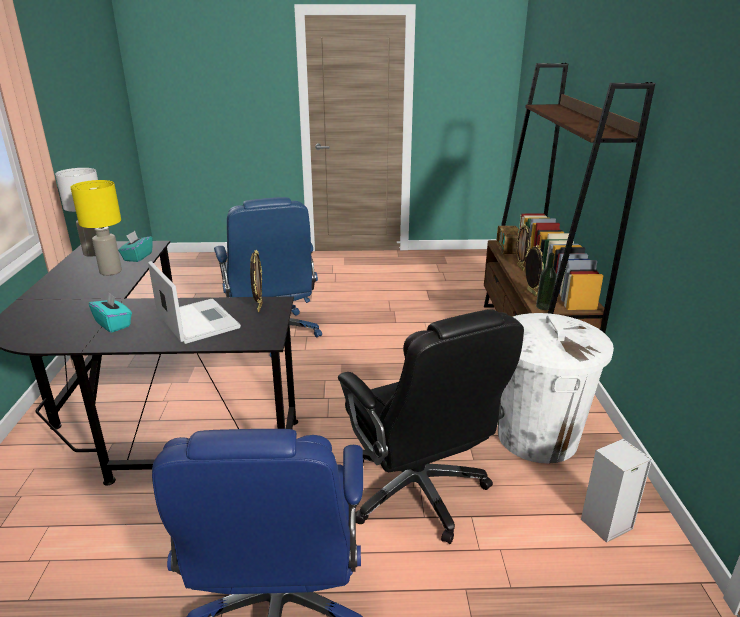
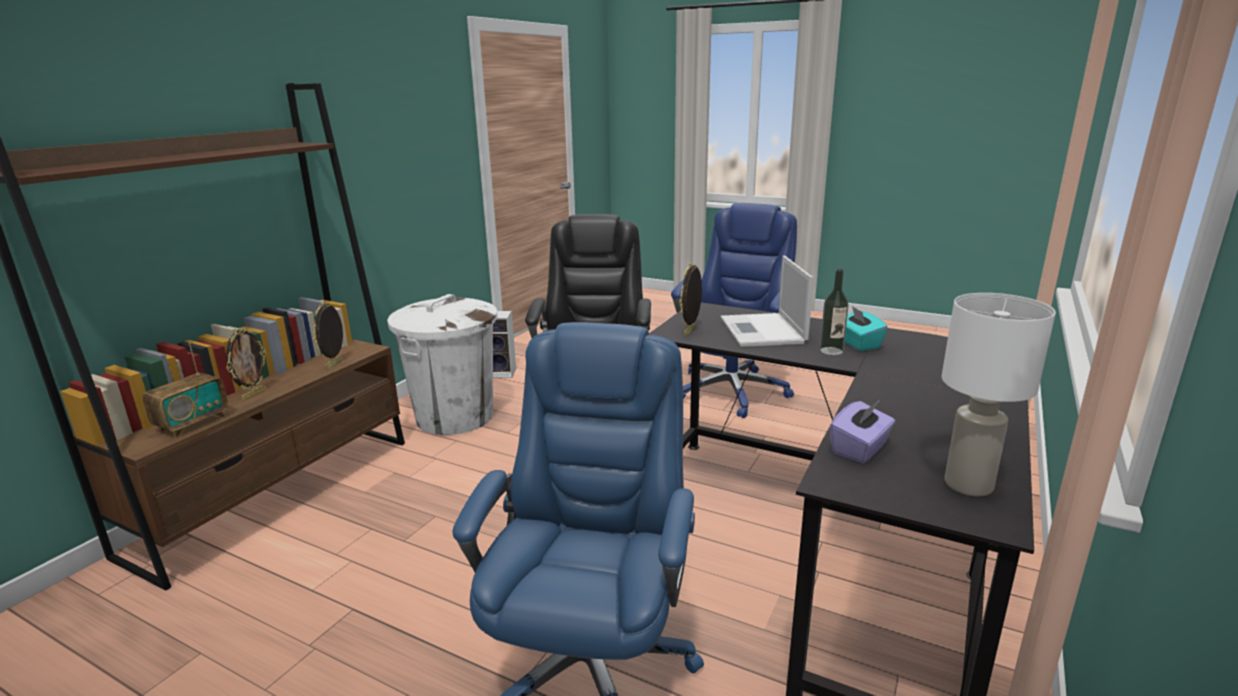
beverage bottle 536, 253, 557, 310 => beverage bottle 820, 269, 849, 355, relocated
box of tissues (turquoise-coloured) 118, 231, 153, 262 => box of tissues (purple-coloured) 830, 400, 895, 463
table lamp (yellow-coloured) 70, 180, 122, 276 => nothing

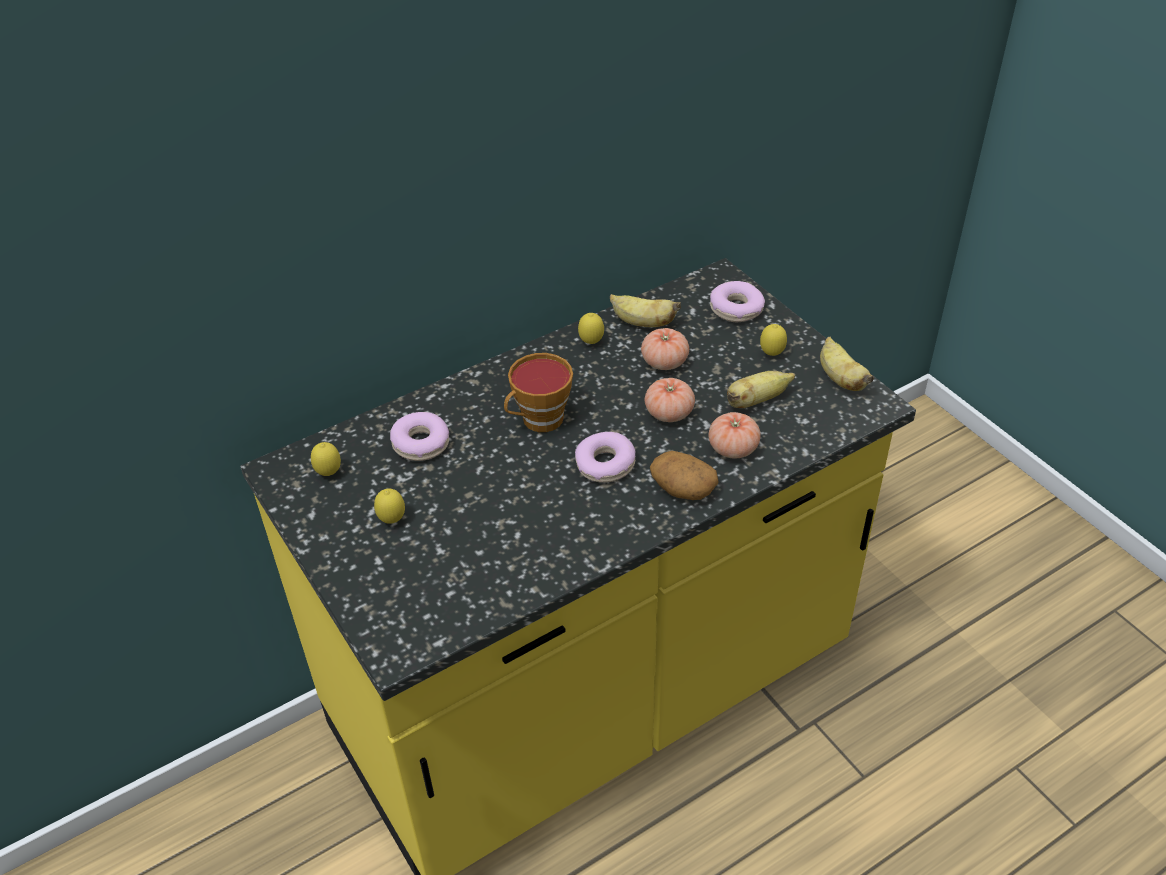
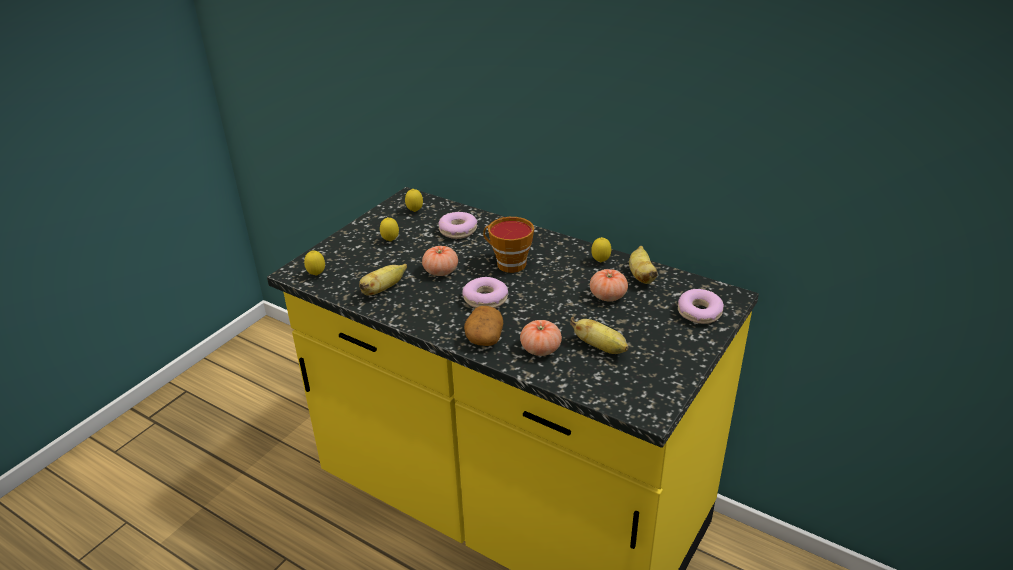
lemon 760, 324, 787, 356 => lemon 304, 250, 325, 276, relocated
banana 820, 337, 874, 391 => banana 359, 264, 407, 296, relocated
fresh tomato 645, 378, 695, 422 => fresh tomato 422, 246, 458, 276, relocated

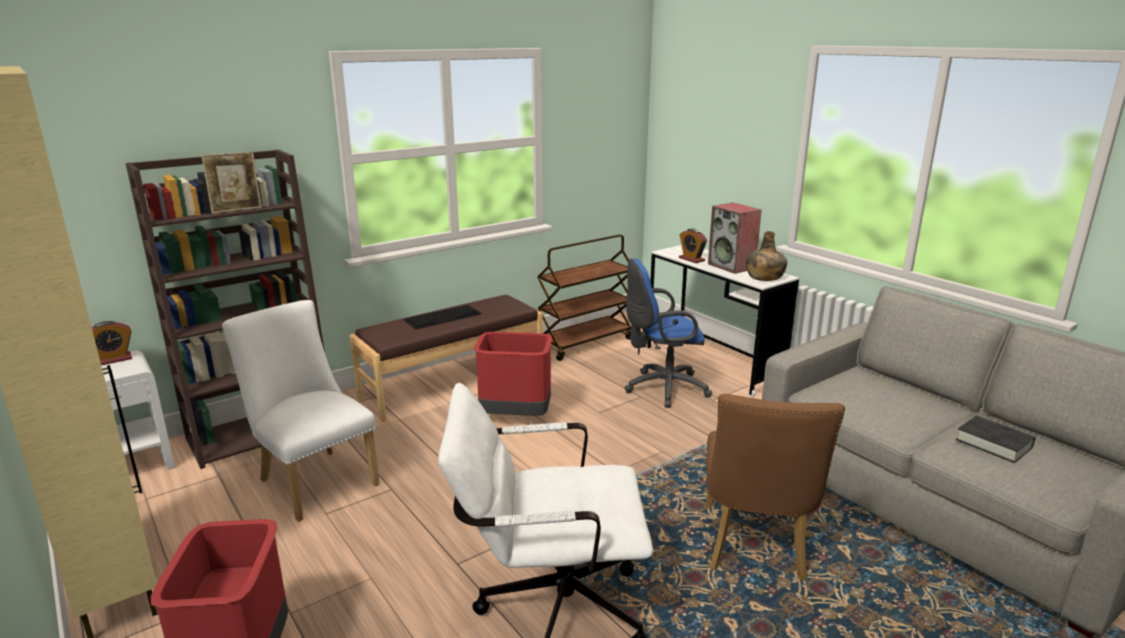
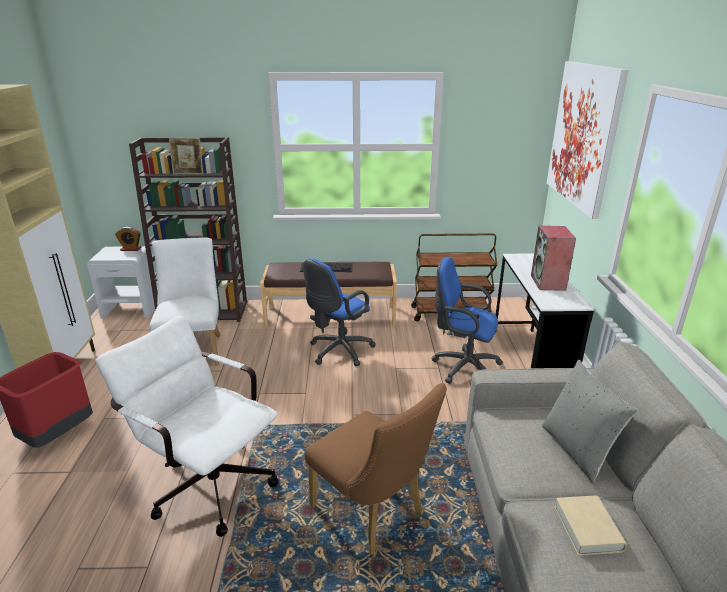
trash can (red-coloured) 474, 332, 552, 416 => desk chair (blue-coloured) 303, 258, 376, 366
upright chair (brownish) 706, 394, 845, 581 => upright chair (brownish) 305, 383, 447, 555, 90 degrees counterclockwise
nothing => cushion (greyish) 542, 360, 638, 483
nothing => picture 547, 61, 629, 219
volume (blackish) 956, 416, 1035, 463 => volume (beige-coloured) 554, 495, 627, 556
table clock 679, 228, 707, 263 => nothing
beverage bottle (greenish) 746, 231, 787, 281 => nothing

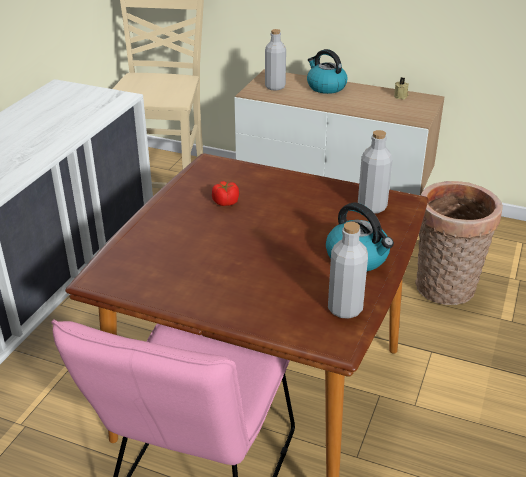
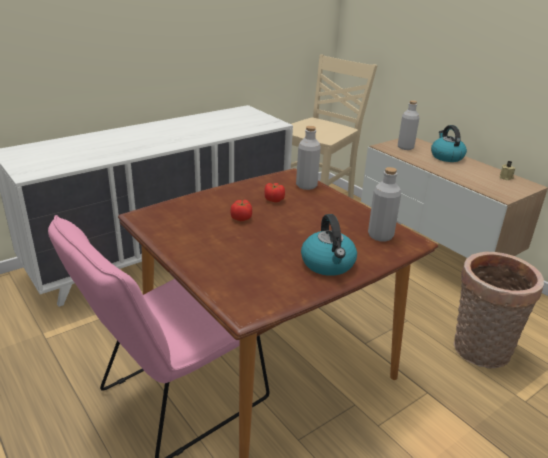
nothing => fresh tomato 230, 200, 252, 221
beverage bottle (greyish) 328, 222, 368, 319 => beverage bottle (greyish) 296, 126, 321, 190, relocated

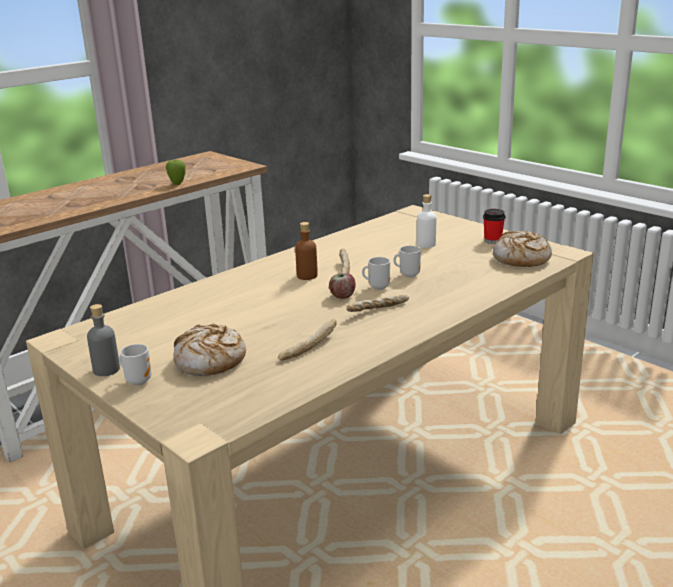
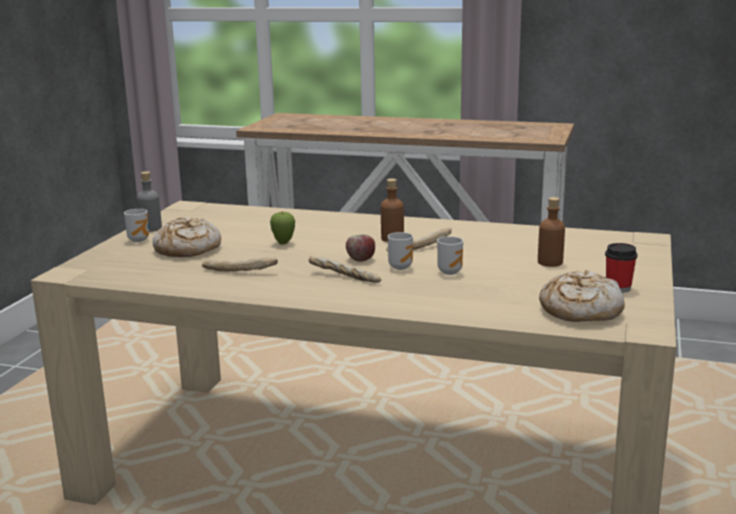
whole apple 166, 159, 186, 185 => whole apple 270, 212, 295, 245, relocated
beverage bottle (white-coloured) 417, 194, 437, 248 => beverage bottle (brownish) 538, 197, 565, 267

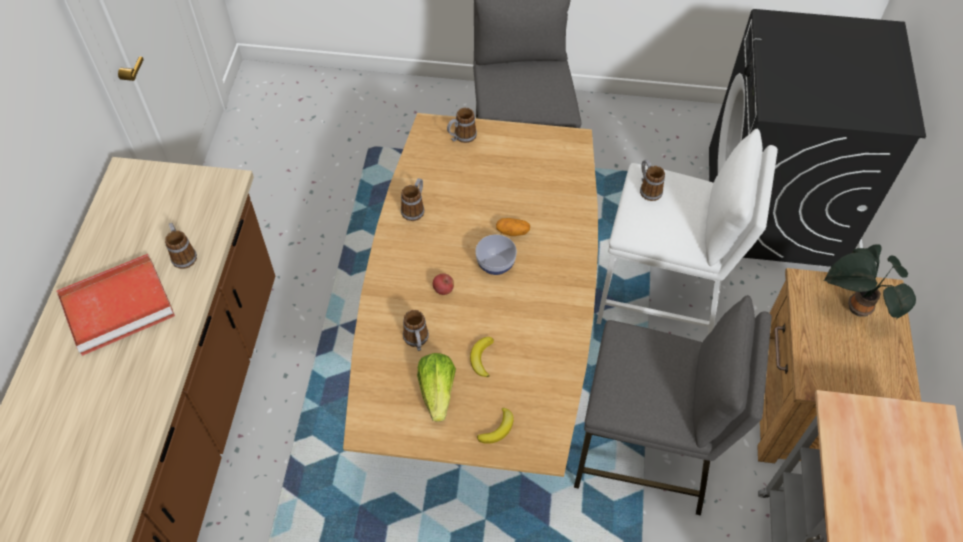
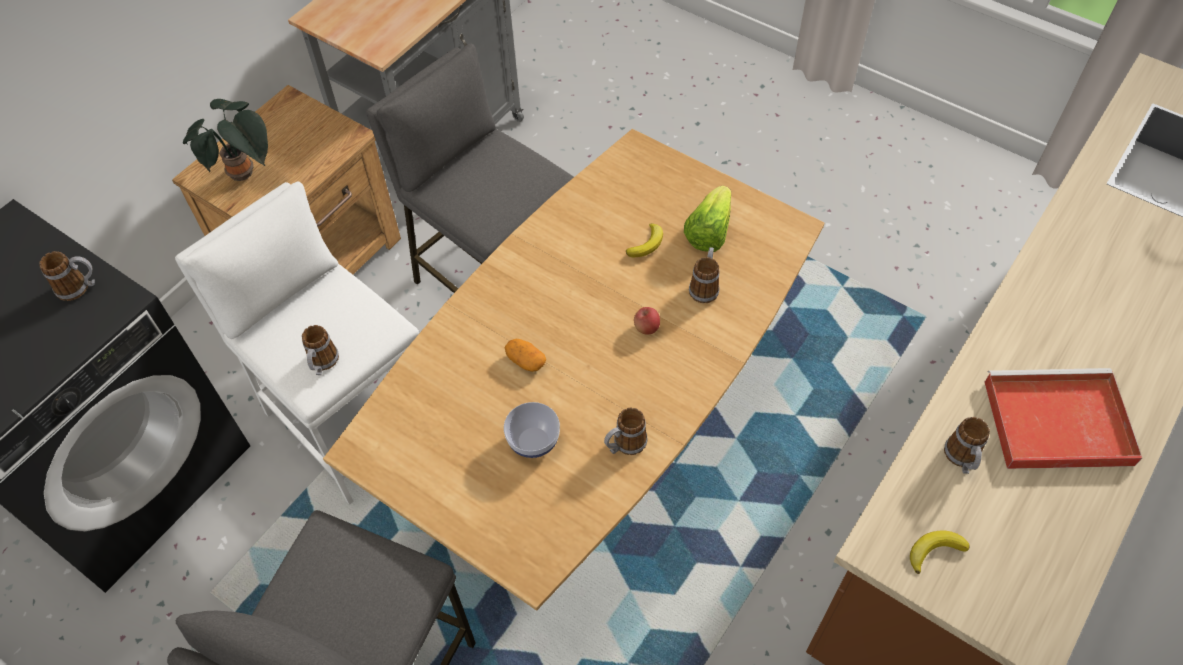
mug 447, 108, 477, 143 => mug 39, 251, 95, 301, relocated
bowl 475, 235, 517, 275 => bowl 504, 402, 560, 458, relocated
banana 477, 408, 514, 444 => banana 910, 531, 970, 574, relocated

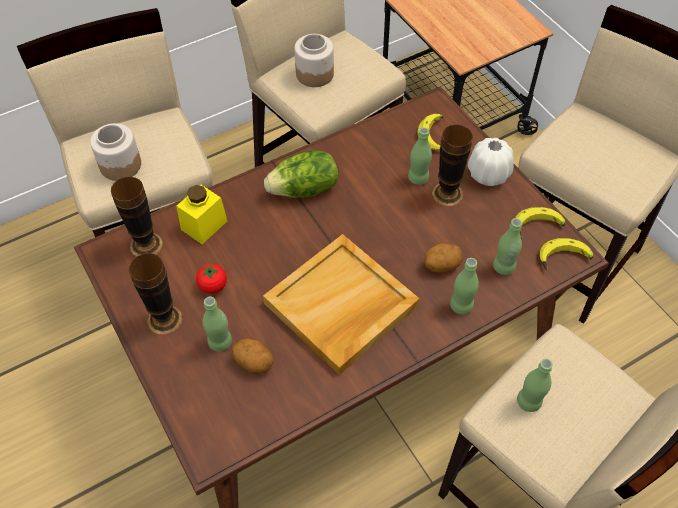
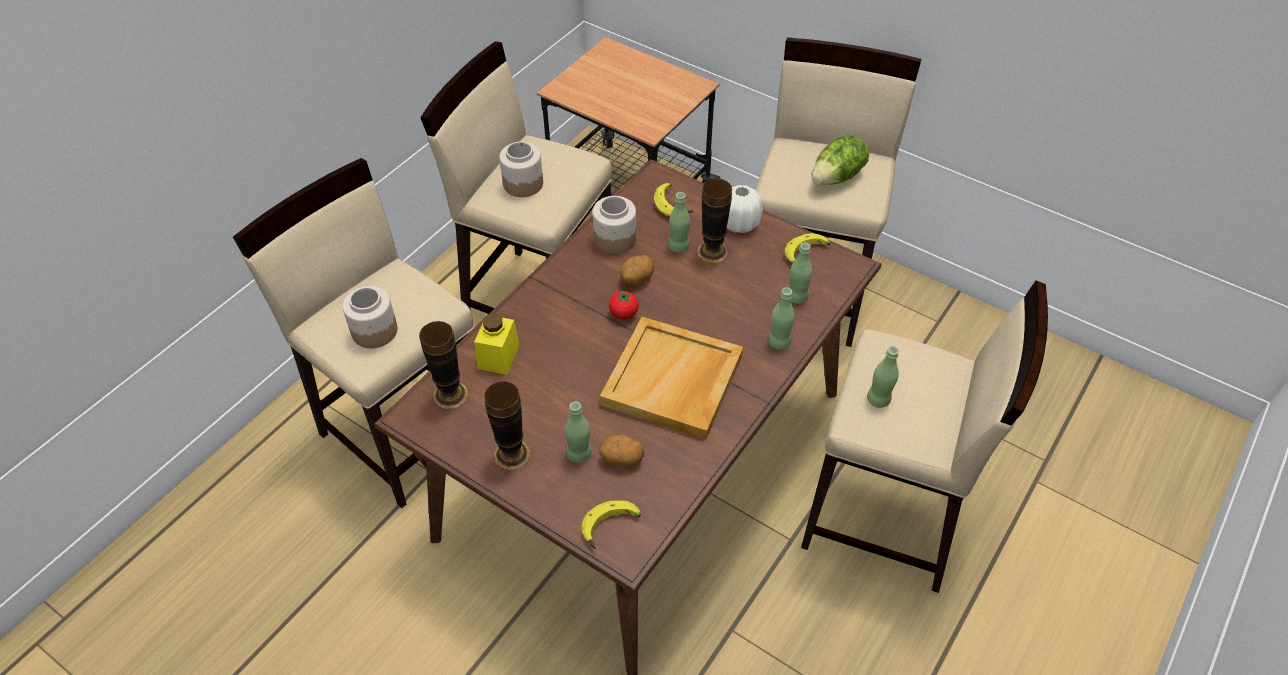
banana 539, 238, 593, 271 => banana 582, 500, 641, 550, relocated
nothing => preserve jar 593, 196, 636, 254
fresh tomato 196, 263, 227, 294 => fresh tomato 609, 289, 639, 320, relocated
whole potato 423, 243, 463, 273 => whole potato 620, 255, 654, 285, relocated
lettuce 264, 150, 338, 198 => lettuce 811, 136, 869, 186, relocated

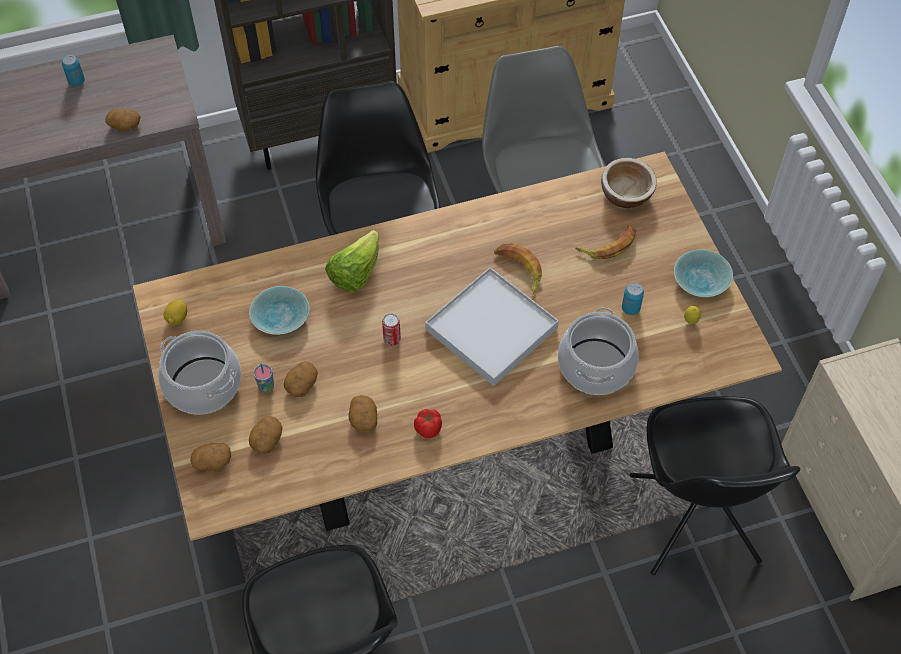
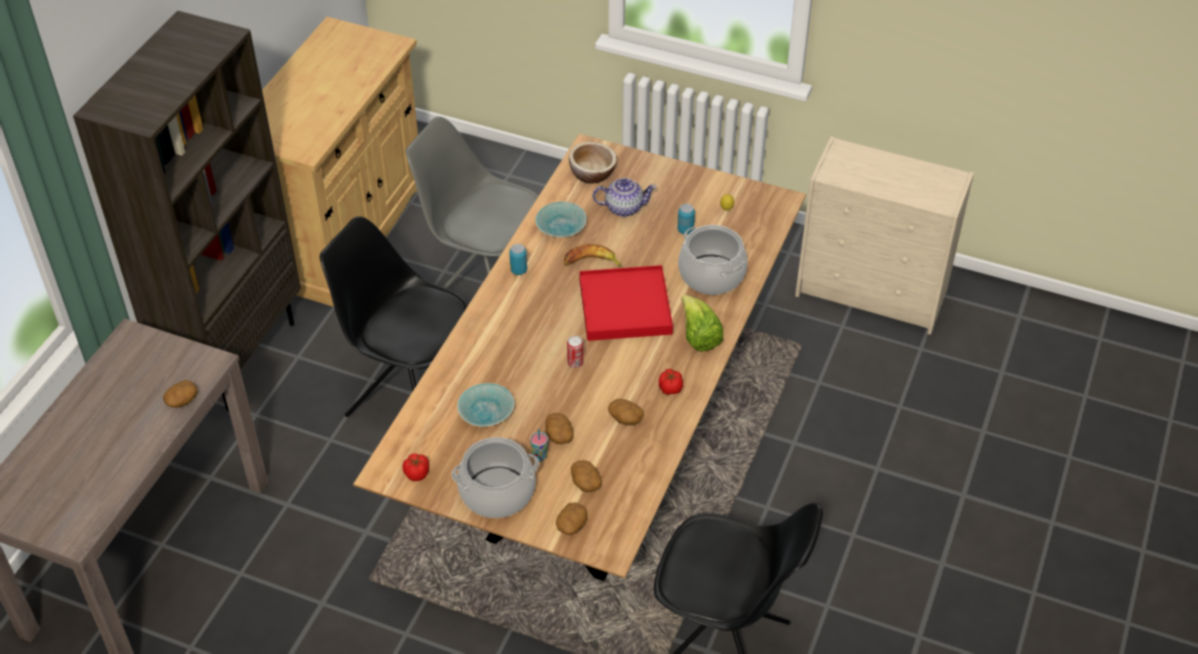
lemon 164, 299, 187, 325 => fresh tomato 403, 453, 429, 481
metal can 62, 55, 85, 86 => metal can 509, 244, 527, 275, relocated
bowl (turquoise-coloured) 674, 249, 733, 297 => bowl (turquoise-coloured) 535, 202, 587, 237, relocated
serving tray (white-coloured) 425, 267, 559, 386 => serving tray (red-coloured) 579, 265, 673, 341
banana 575, 225, 636, 259 => pot for tea 593, 178, 656, 217
lettuce 325, 230, 379, 292 => lettuce 681, 295, 724, 352, relocated
upright chair (blackish) 630, 396, 800, 575 => nothing

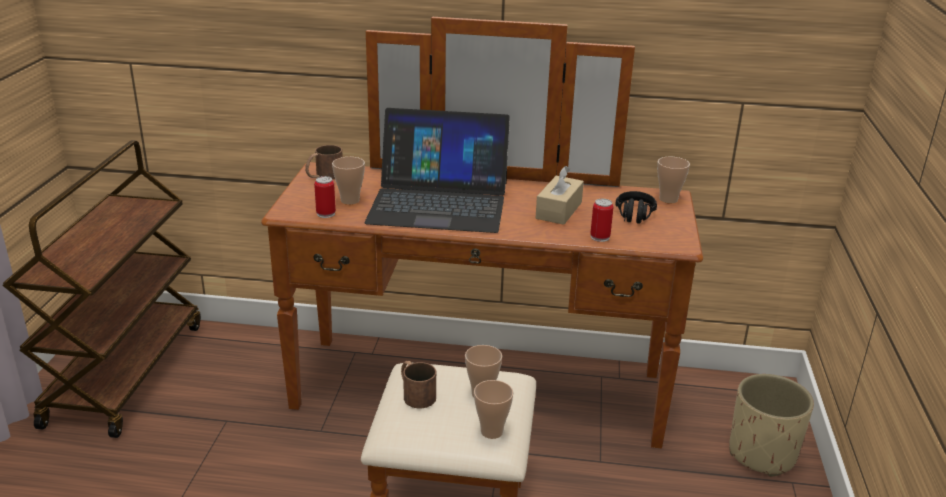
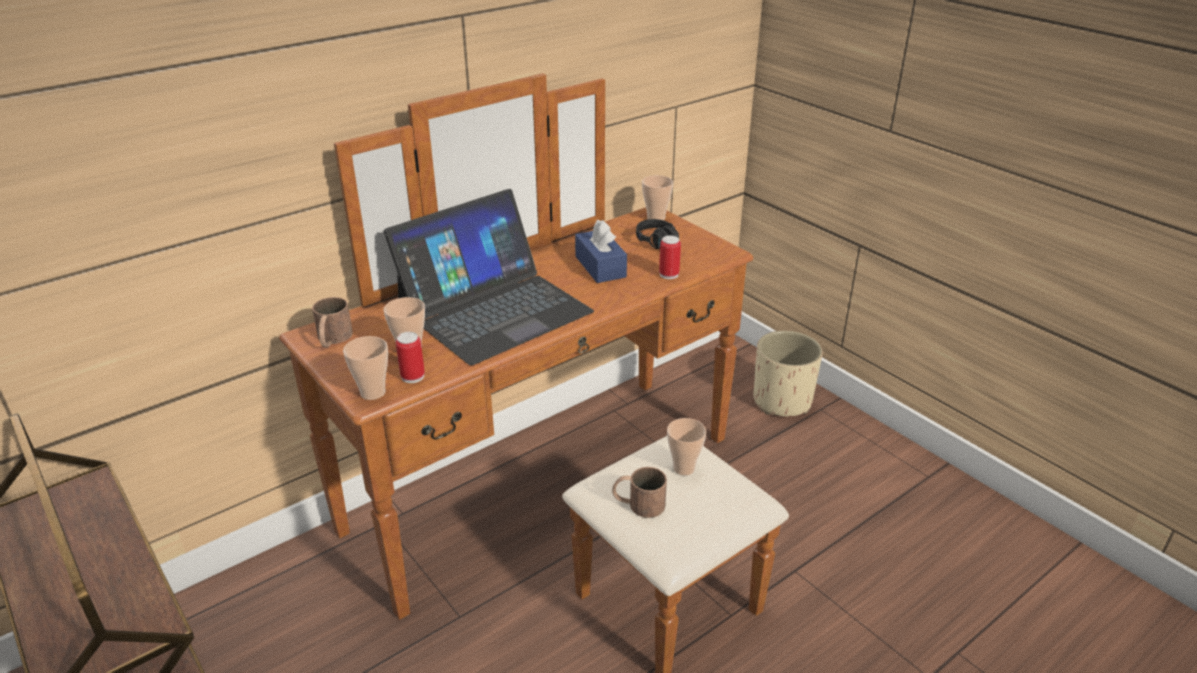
drinking cup 474, 380, 514, 439 => drinking cup 343, 336, 388, 400, relocated
box of tissues (beige-coloured) 536, 166, 584, 225 => box of tissues (blue-coloured) 575, 220, 627, 283

